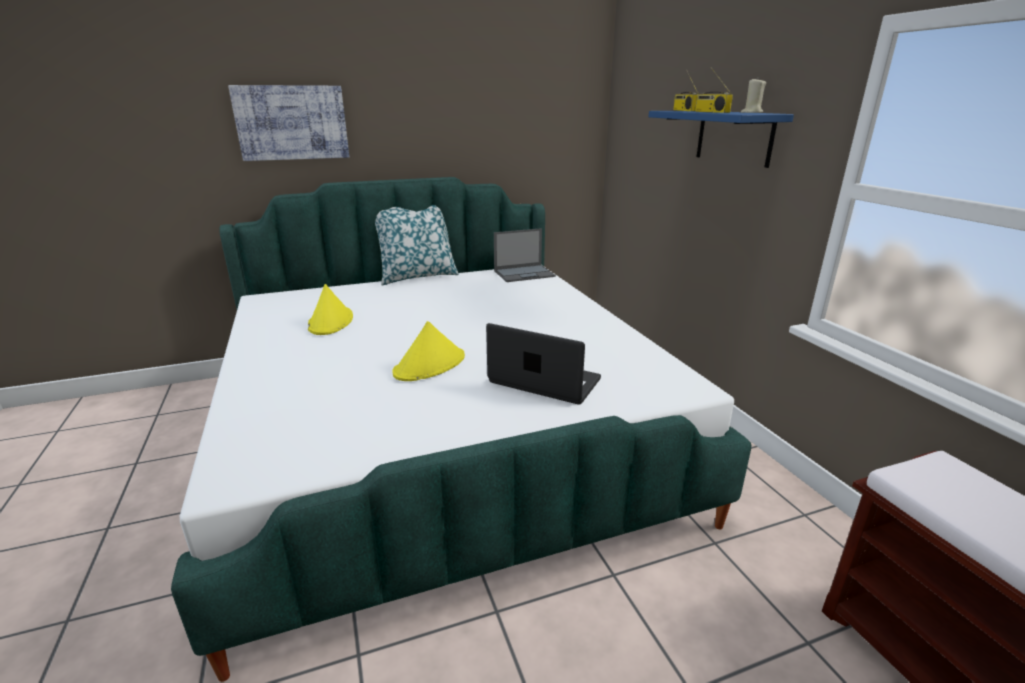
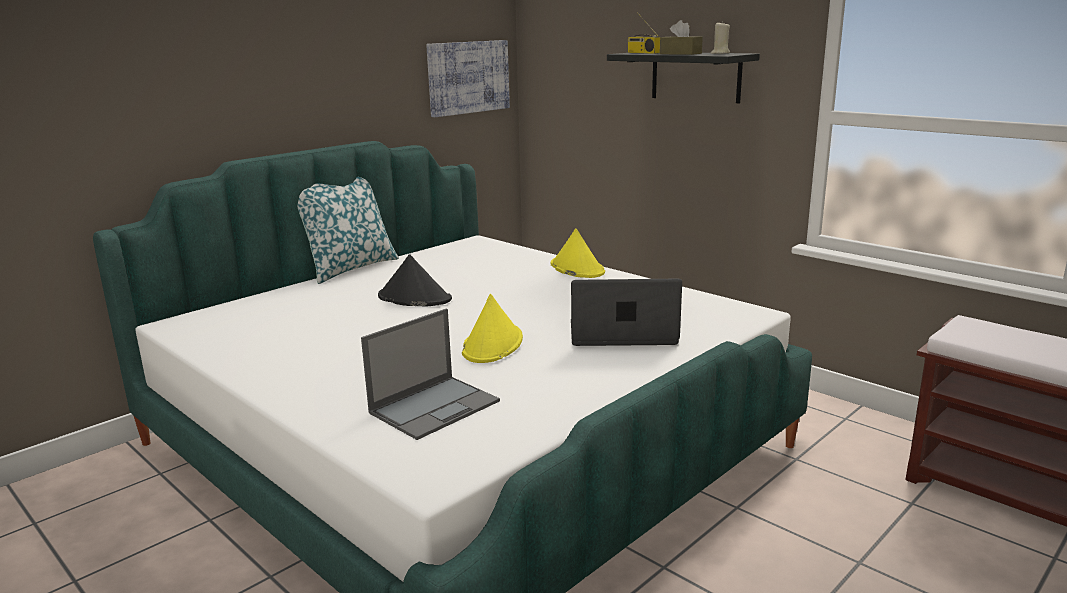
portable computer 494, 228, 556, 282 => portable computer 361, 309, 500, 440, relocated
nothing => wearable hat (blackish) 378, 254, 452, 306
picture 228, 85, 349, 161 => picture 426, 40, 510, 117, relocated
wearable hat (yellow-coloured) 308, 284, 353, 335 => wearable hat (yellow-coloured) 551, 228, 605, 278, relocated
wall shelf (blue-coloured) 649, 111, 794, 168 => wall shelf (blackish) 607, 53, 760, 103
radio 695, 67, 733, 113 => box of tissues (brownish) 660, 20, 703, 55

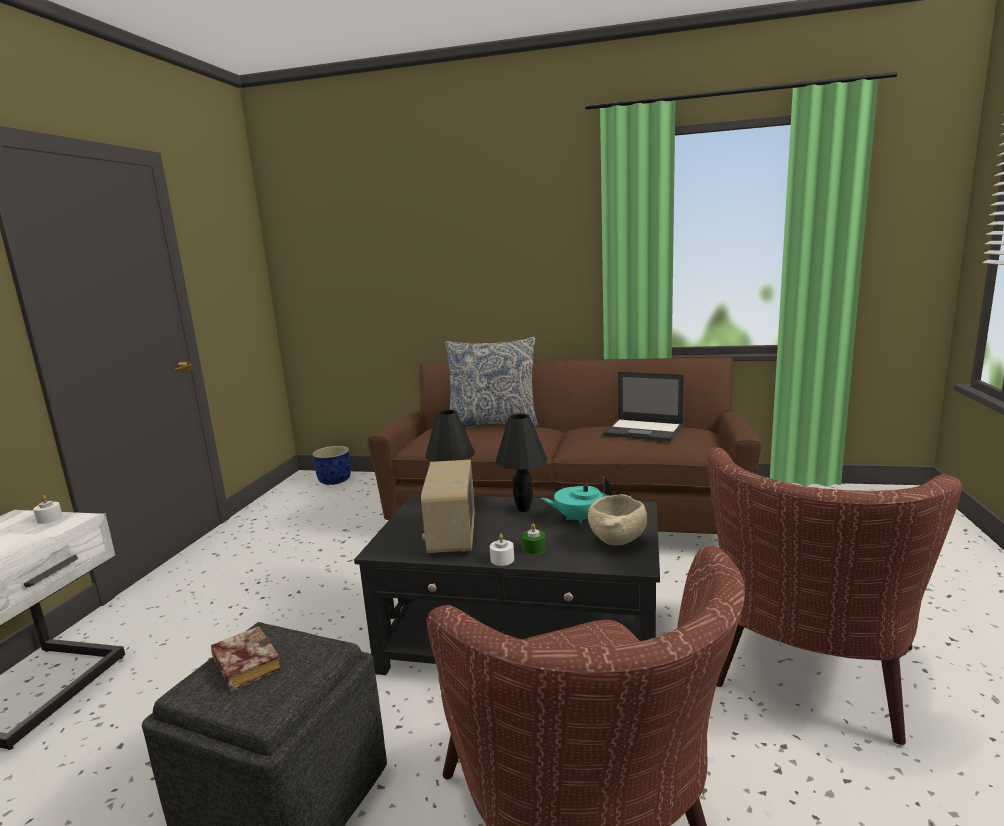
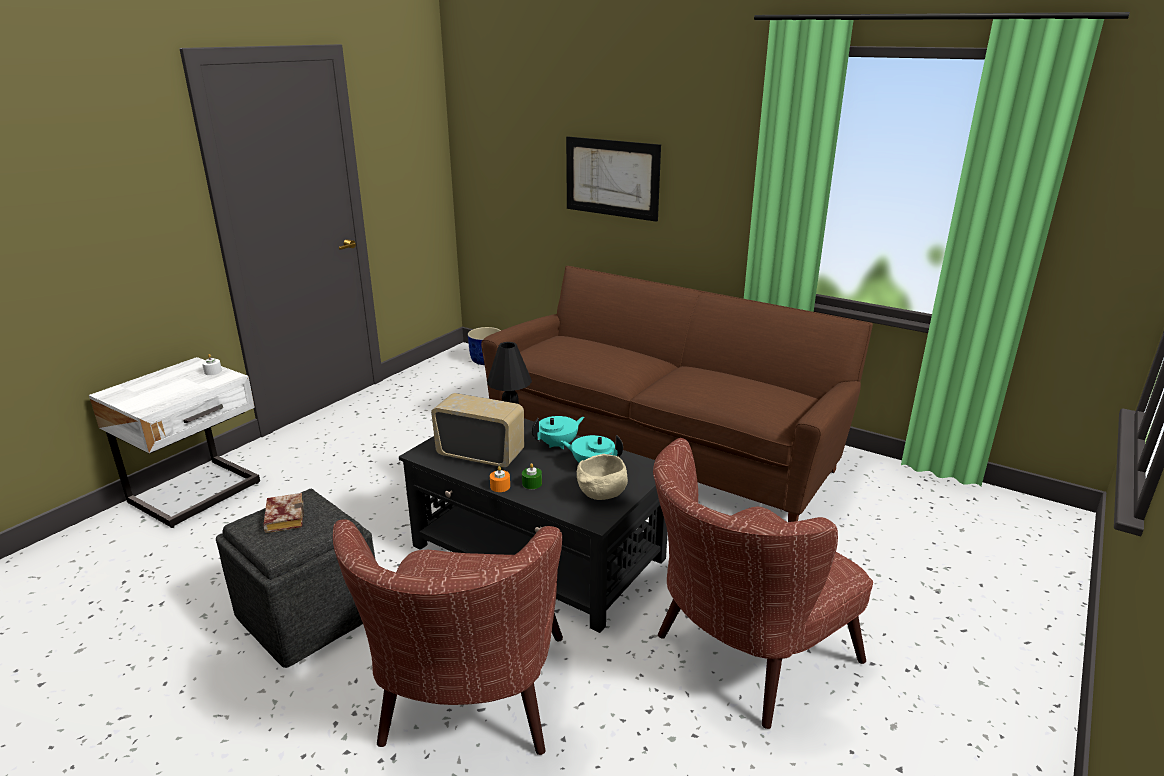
radio 421, 460, 475, 553 => radio 431, 393, 524, 467, 90 degrees clockwise
candle (white-coloured) 490, 534, 514, 566 => candle (orange) 490, 466, 510, 492
table lamp (blackish) 495, 413, 547, 512 => pot for tea (turquoise-coloured) 532, 416, 584, 449
nothing => picture 566, 136, 661, 222
cushion 445, 337, 538, 427 => nothing
portable computer 603, 372, 684, 442 => nothing

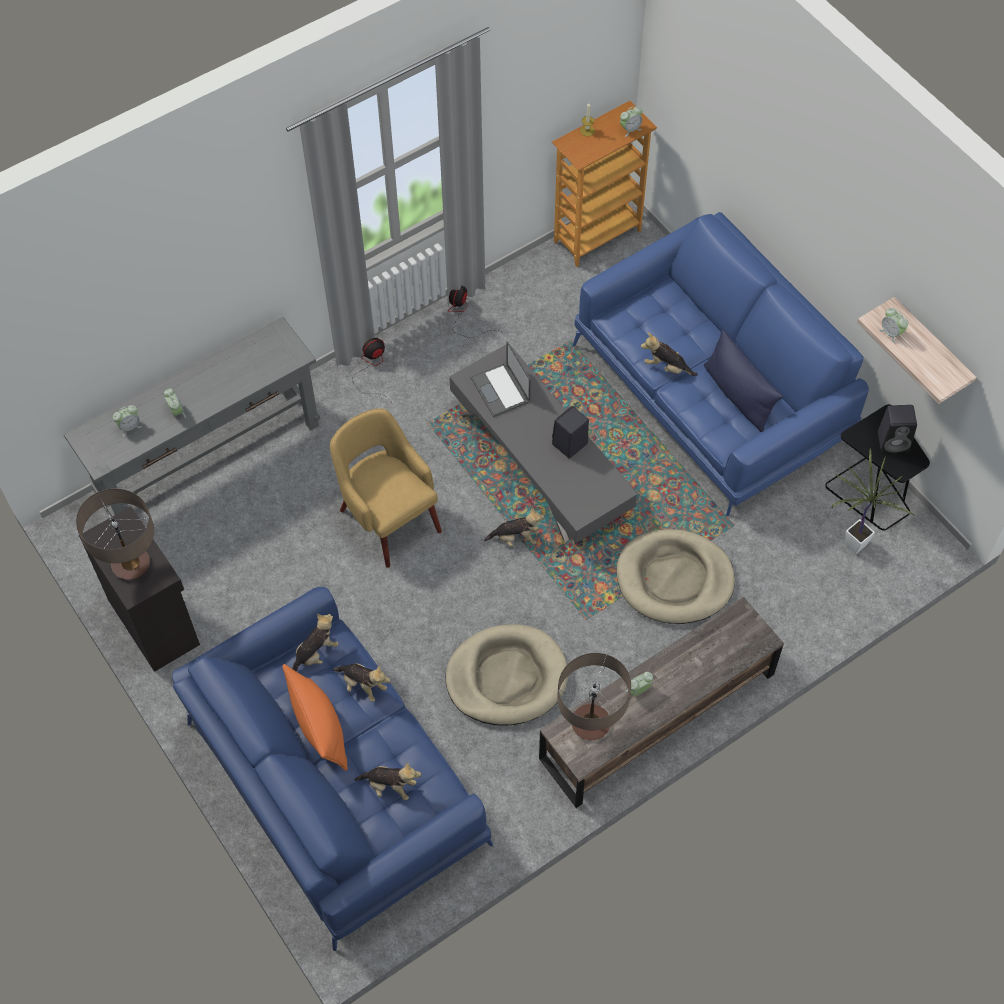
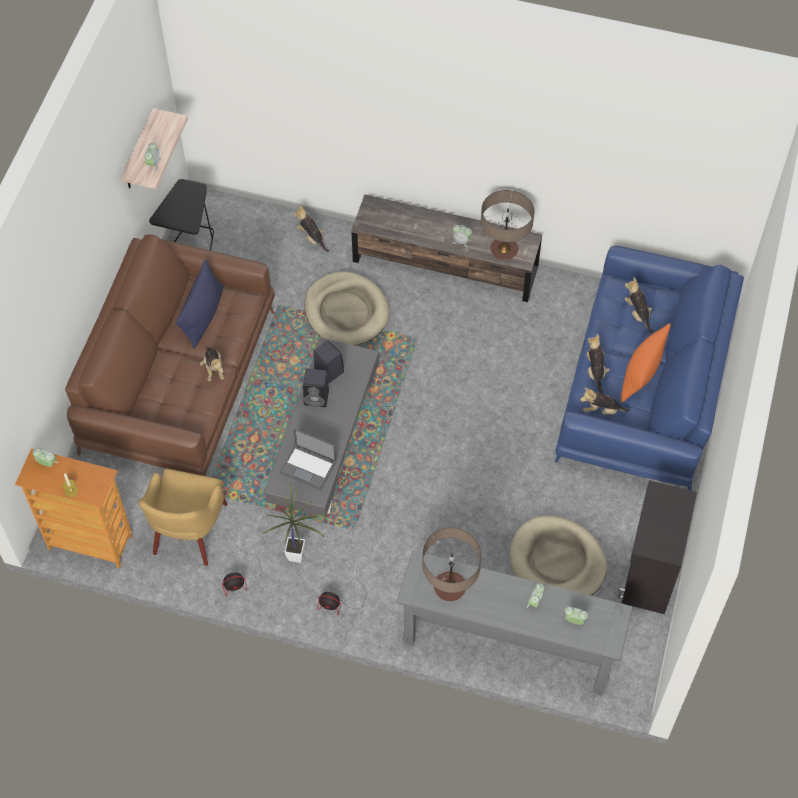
couch (blue-coloured) 573, 212, 869, 516 => couch (brownish) 65, 235, 275, 476
lounge chair (yellow-coloured) 330, 408, 442, 568 => lounge chair (yellow-coloured) 139, 469, 227, 566, relocated
plant in a pot 832, 448, 914, 554 => plant in a pot 263, 482, 327, 563, relocated
portable computer 471, 341, 531, 417 => portable computer 280, 428, 336, 490, 90 degrees clockwise
plush toy 484, 507, 544, 547 => plush toy 293, 205, 329, 252, relocated
speaker (blackish) 878, 405, 917, 452 => speaker (blackish) 314, 340, 344, 383, relocated
table lamp 76, 489, 154, 580 => table lamp 422, 527, 481, 601, relocated
pet bed (beige-coloured) 446, 624, 568, 725 => pet bed (beige-coloured) 509, 515, 607, 596, relocated

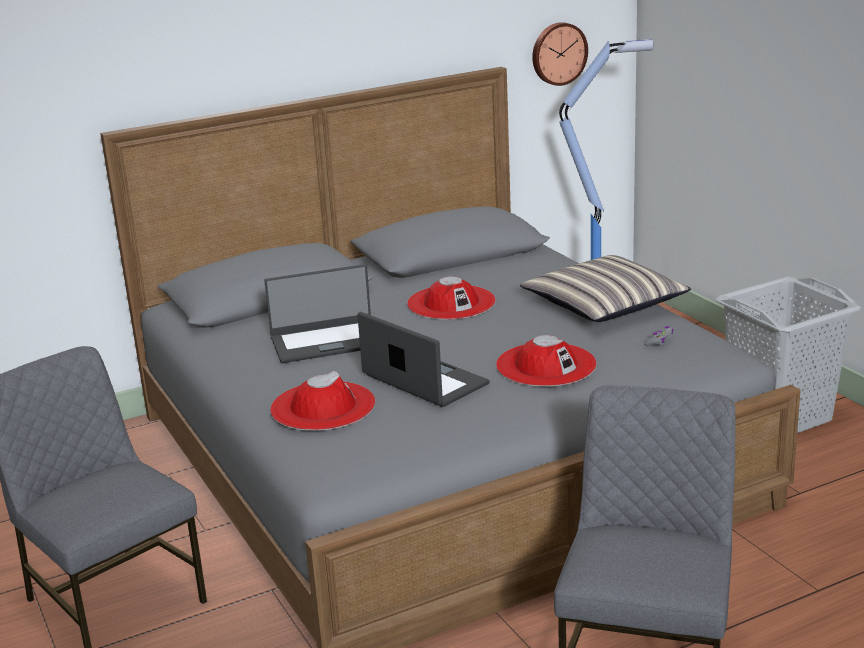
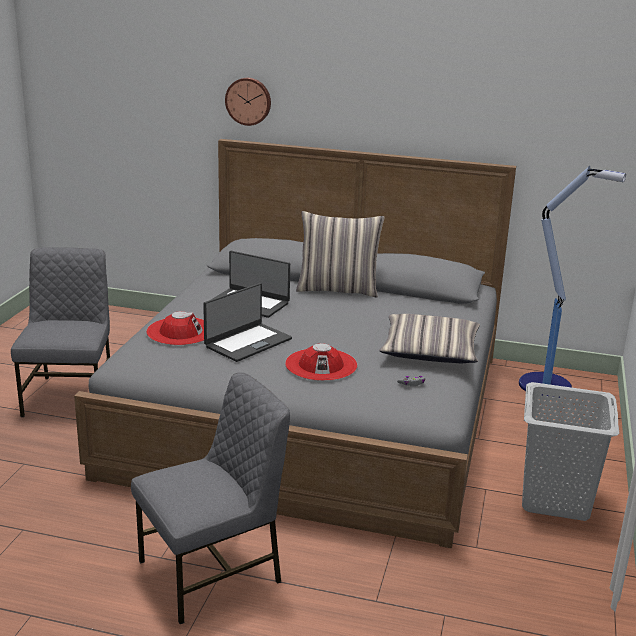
portable computer 357, 312, 490, 407 => portable computer 203, 283, 292, 362, 45 degrees clockwise
wall clock 532, 22, 588, 86 => wall clock 225, 78, 271, 126, relocated
nothing => cushion 296, 211, 384, 297
wearable hat (red-coloured) 407, 276, 496, 319 => nothing

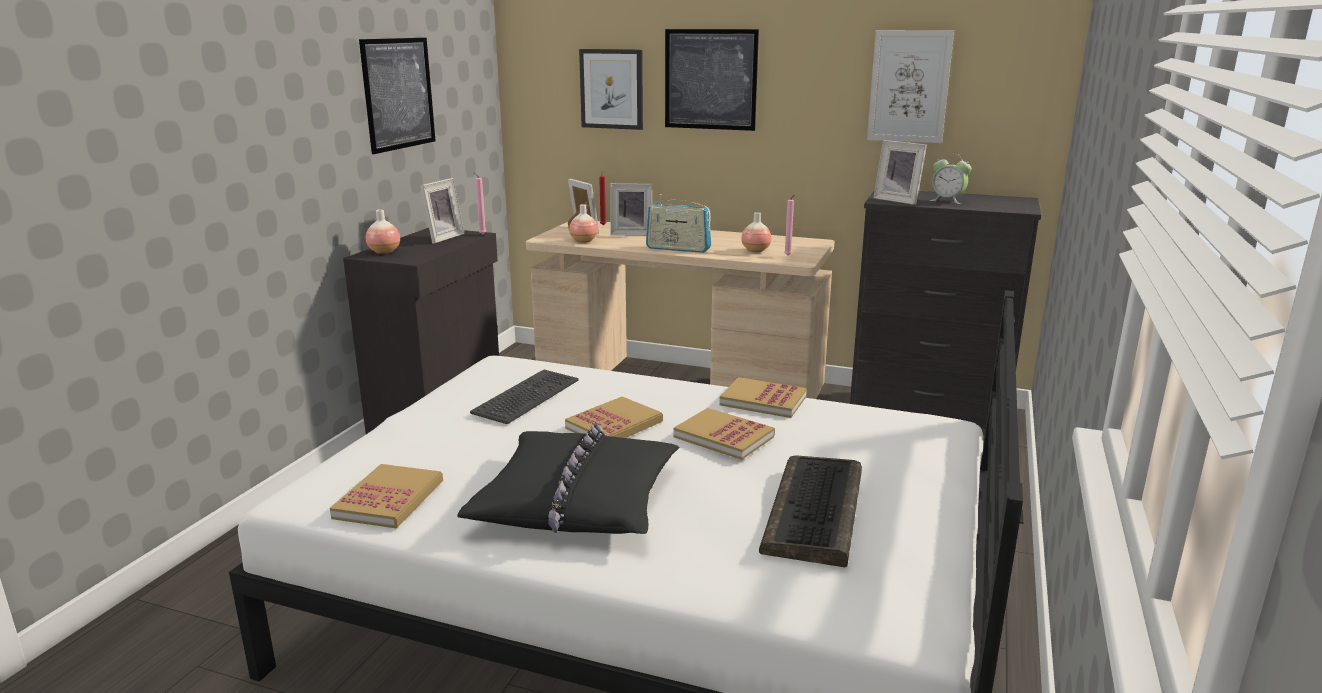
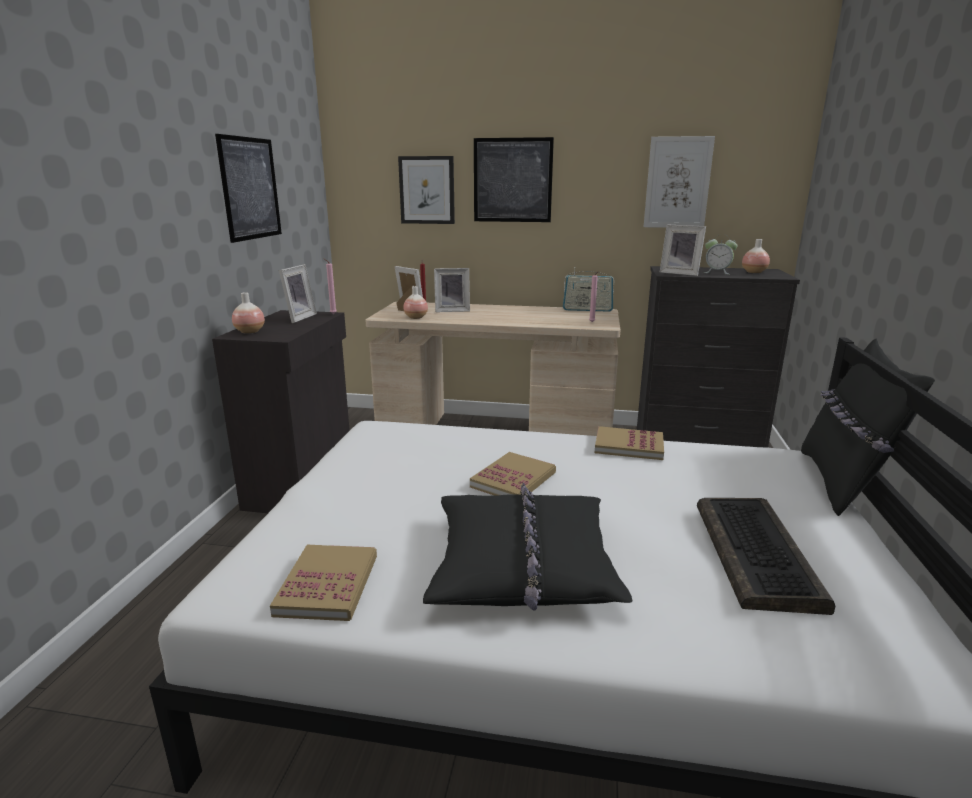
radio 646, 194, 711, 253 => radio 563, 267, 614, 312, relocated
vase 741, 212, 771, 252 => vase 742, 239, 770, 273, relocated
nothing => cushion (blackish) 801, 339, 935, 516
computer keyboard 470, 370, 579, 424 => nothing
volume 674, 408, 775, 460 => nothing

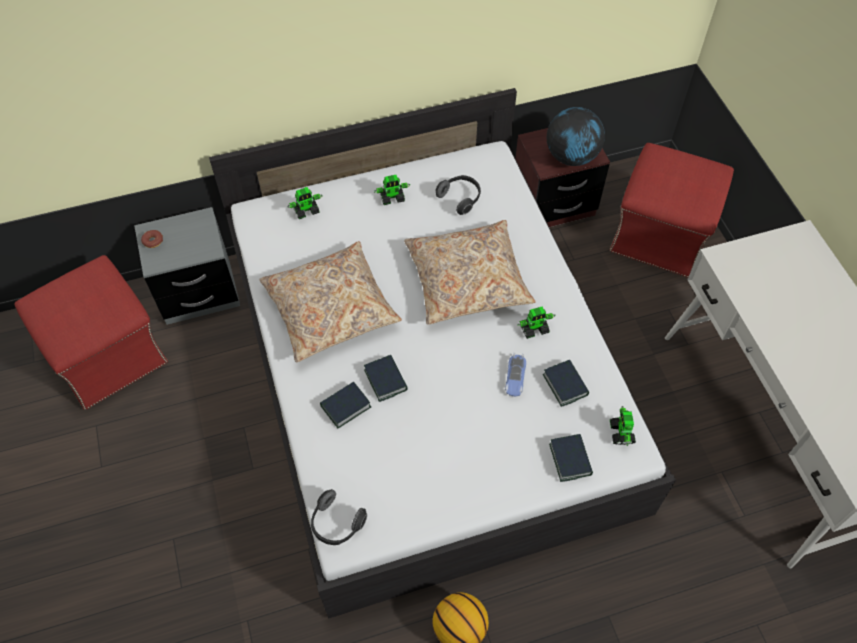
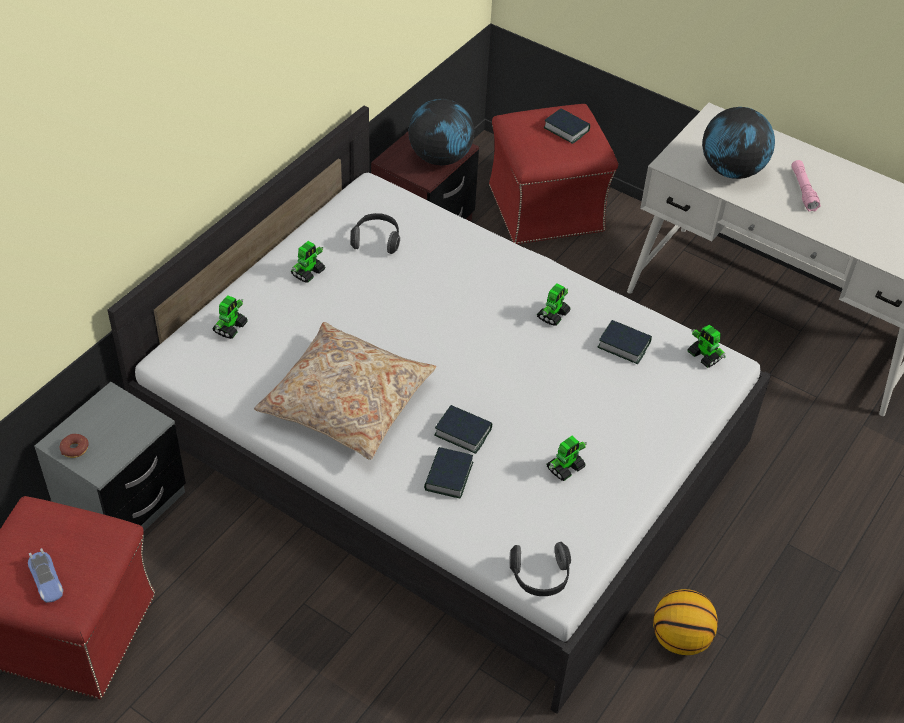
miniature car 505, 353, 526, 396 => miniature car 28, 548, 63, 603, relocated
volume 549, 434, 593, 482 => volume 544, 108, 590, 144, relocated
nothing => model robot 547, 436, 587, 481
nothing => globe 702, 107, 775, 179
nothing => torch (pink-coloured) 791, 160, 821, 211
cushion (beige-coloured) 404, 220, 536, 325 => nothing

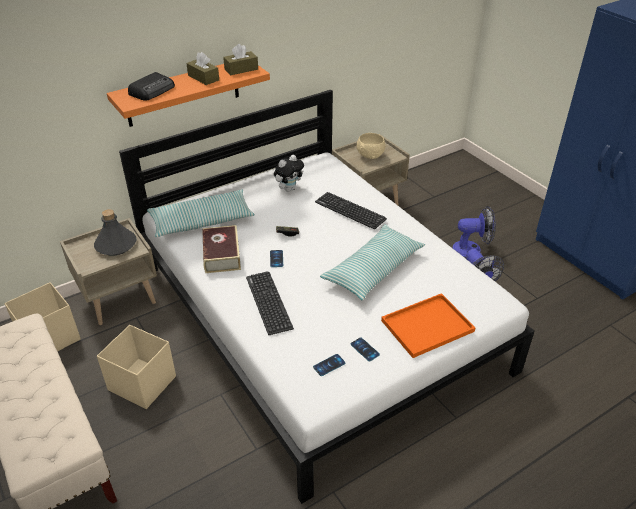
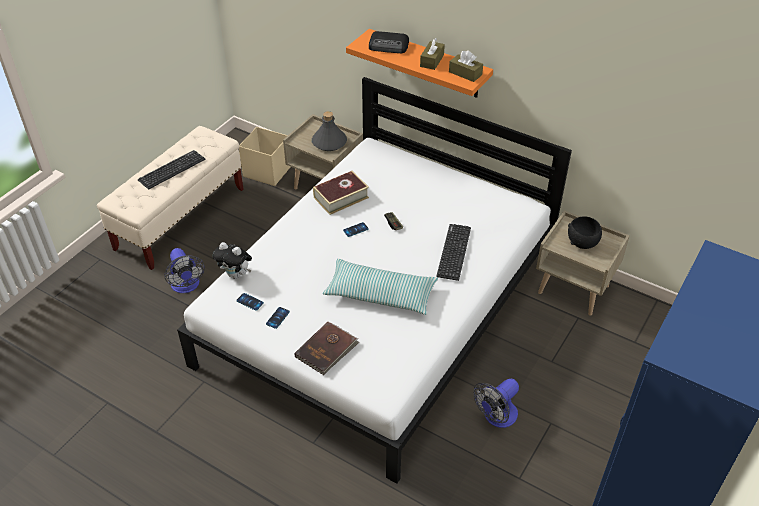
computer keyboard 246, 271, 294, 335 => computer keyboard 138, 150, 205, 189, relocated
electric fan 453, 206, 496, 257 => electric fan 164, 248, 205, 293, relocated
plush toy 274, 155, 304, 192 => plush toy 213, 242, 252, 279, relocated
serving tray (orange) 381, 293, 475, 358 => volume (brownish) 294, 322, 359, 375
bowl (beige-coloured) 357, 133, 385, 159 => bowl (blackish) 568, 216, 602, 249
storage bin (beige-coloured) 97, 325, 176, 409 => nothing
cushion 147, 189, 255, 237 => nothing

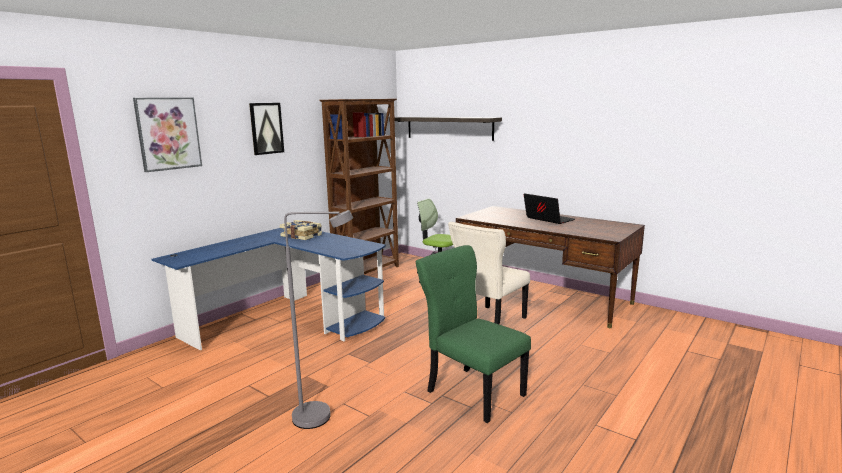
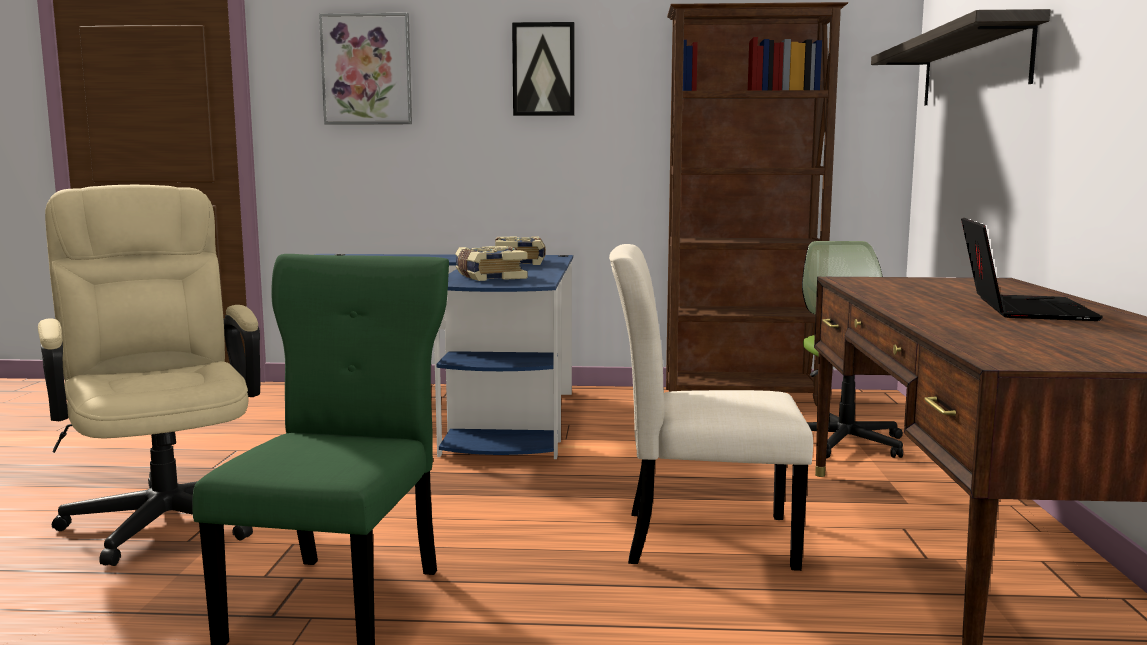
floor lamp (greyish) 284, 210, 353, 429 => desk chair (beige-coloured) 38, 185, 260, 566
nothing => volume 455, 246, 528, 281

